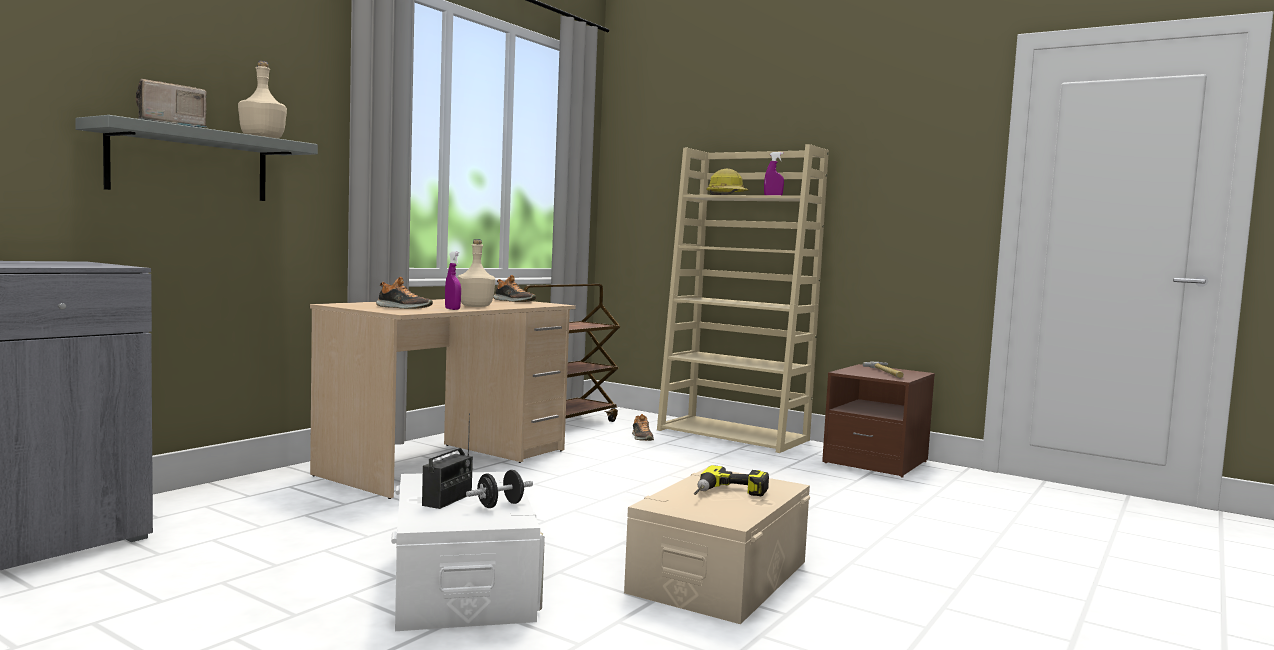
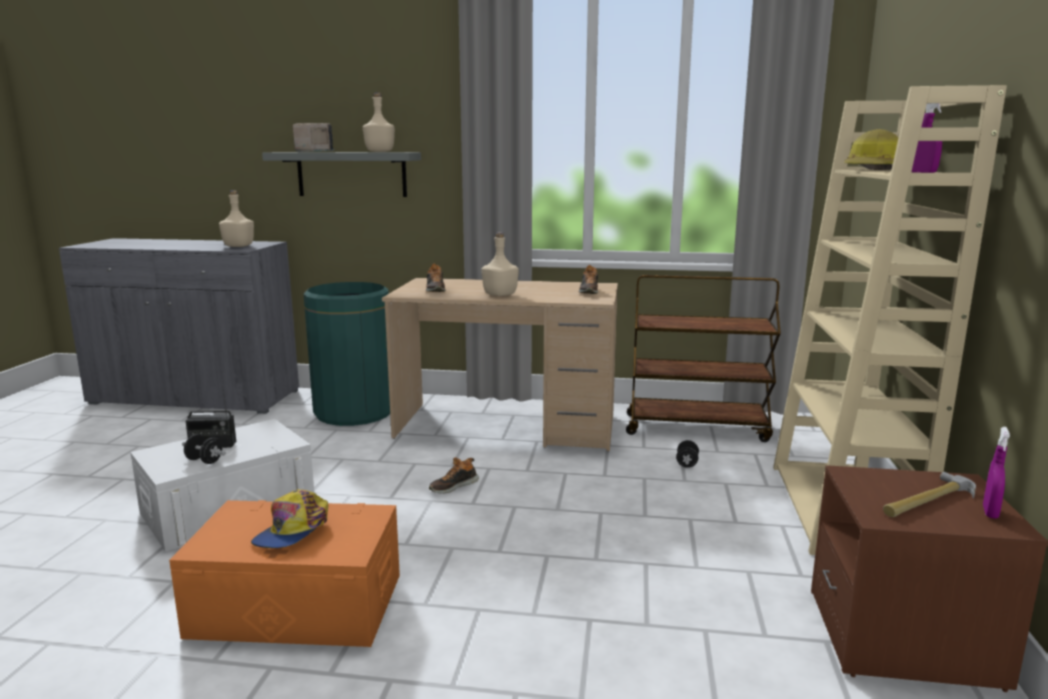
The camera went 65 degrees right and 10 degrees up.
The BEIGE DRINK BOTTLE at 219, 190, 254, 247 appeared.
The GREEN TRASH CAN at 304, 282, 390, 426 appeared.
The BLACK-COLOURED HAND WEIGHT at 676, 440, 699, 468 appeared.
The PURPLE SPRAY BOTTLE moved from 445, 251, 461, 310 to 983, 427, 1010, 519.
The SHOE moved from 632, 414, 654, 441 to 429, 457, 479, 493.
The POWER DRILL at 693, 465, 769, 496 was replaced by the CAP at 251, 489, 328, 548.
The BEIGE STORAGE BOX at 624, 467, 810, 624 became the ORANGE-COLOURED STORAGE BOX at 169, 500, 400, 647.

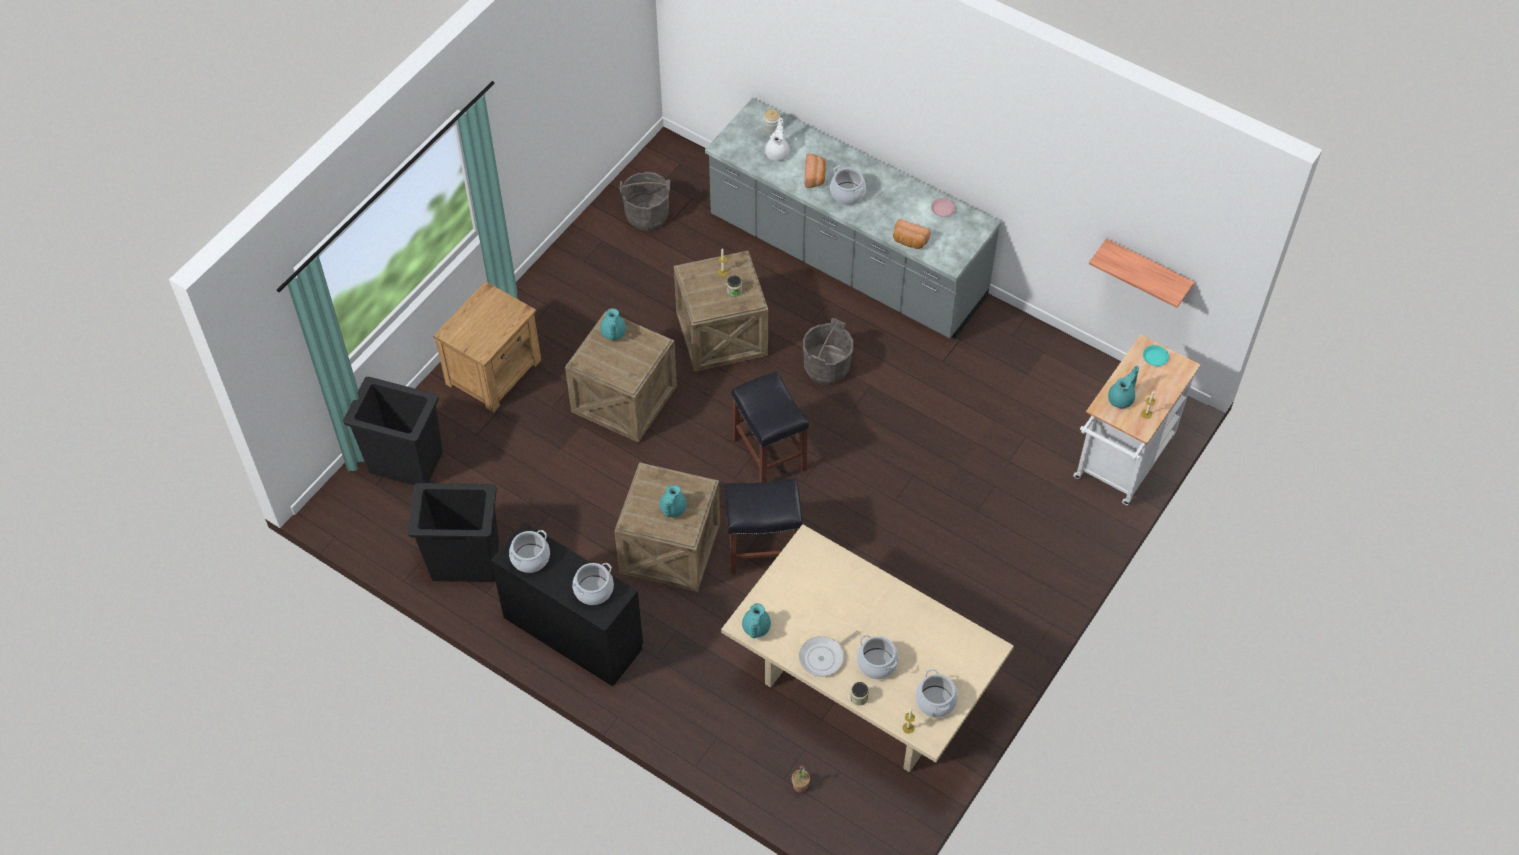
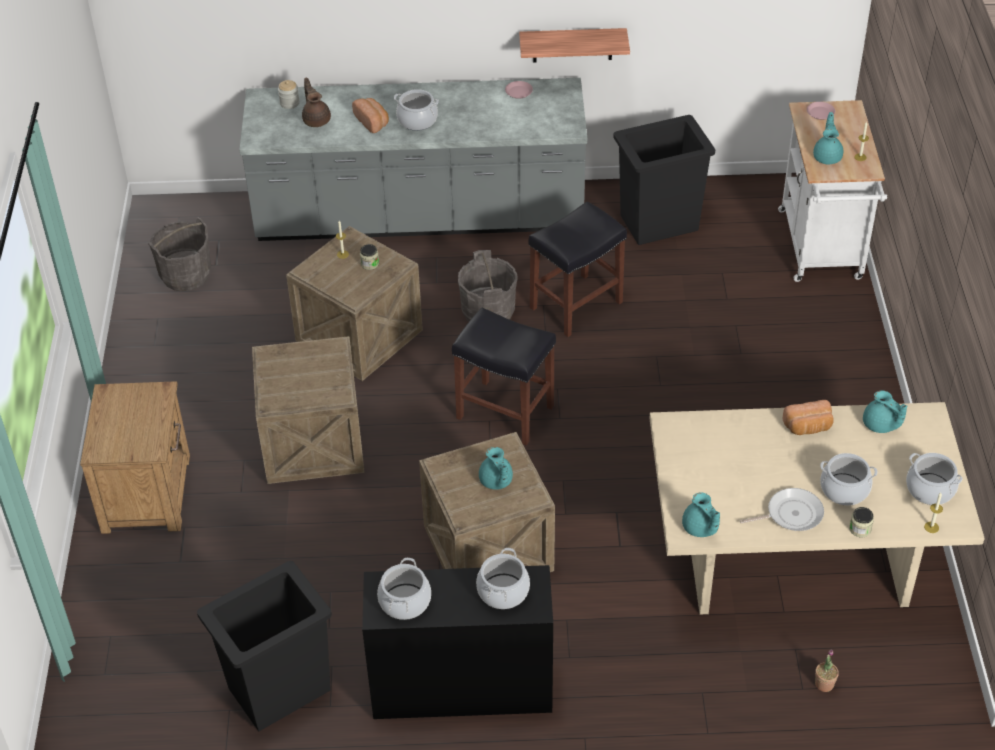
The camera went 35 degrees left and 10 degrees down.
The BLACK-COLOURED TRASH CAN moved from 343, 377, 443, 485 to 613, 115, 715, 245.
The BLUE-GREEN TEAPOT moved from 600, 308, 626, 340 to 863, 391, 907, 433.
The BLACK-COLOURED STOOL SEAT moved from 725, 478, 802, 574 to 529, 201, 627, 337.
The BAKERY BREAD moved from 893, 219, 931, 249 to 782, 400, 834, 435.
The BRACKET SHELF moved from 1089, 239, 1194, 308 to 519, 28, 630, 63.
The WHITISH TEAPOT at 765, 118, 790, 161 became the BROWN TEAPOT at 302, 78, 331, 127.
The BLUE-GREEN FLAT DISH at 1143, 345, 1169, 366 became the PINK-COLOURED FLAT DISH at 807, 102, 835, 120.
The FRYING PAN at 799, 630, 859, 677 turned 120 degrees counterclockwise.

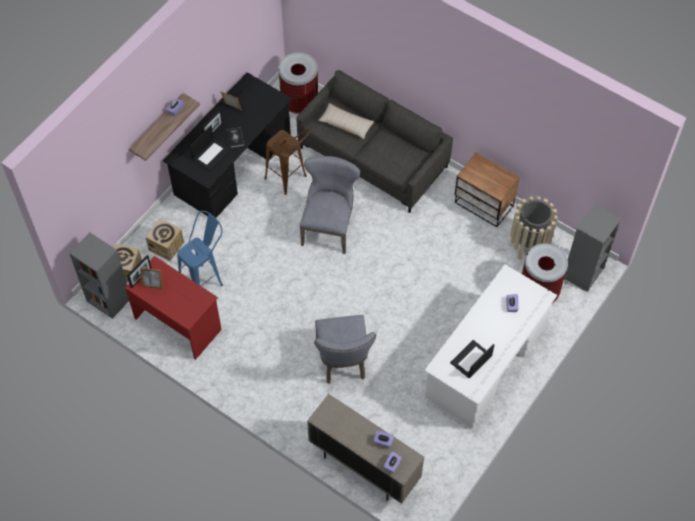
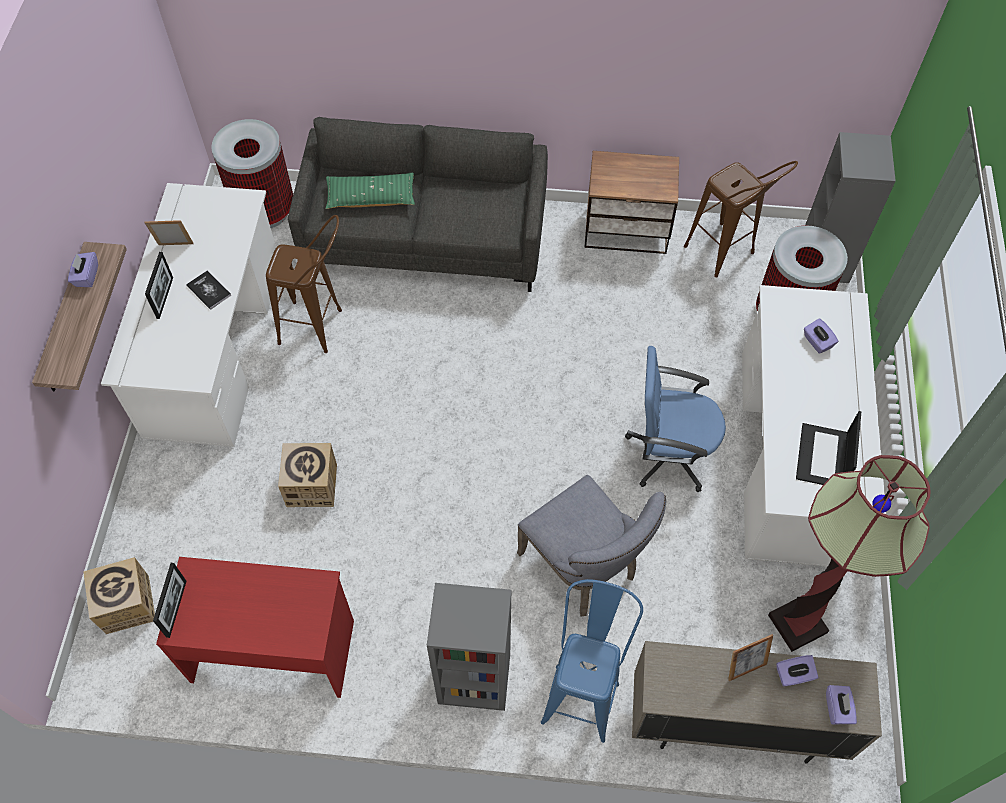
The camera went 30 degrees left and 0 degrees up.
The NOTEBOOK COMPUTER at 190, 125, 230, 171 disappeared.
The GREYISH CHAIR at 300, 156, 361, 254 disappeared.
The BLUE-COLOURED COMPUTER CHAIR at 625, 346, 726, 492 appeared.
The STANDING LAMP at 768, 455, 931, 652 appeared.
The GREYISH SHELVING UNIT moved from 69, 232, 129, 319 to 427, 583, 511, 711.
The PHOTO FRAME moved from 140, 268, 163, 289 to 728, 634, 773, 681.
The CARDBOARD BOX moved from 145, 218, 184, 261 to 278, 443, 337, 507.
The BLUE-COLOURED STOOL SEAT moved from 177, 211, 223, 286 to 541, 579, 643, 743.
The BEIGE TRASH CAN at 510, 196, 557, 260 was replaced by the BROWN STOOL SEAT at 684, 161, 798, 277.
The BLACK-COLOURED DESK UNIT at 163, 72, 292, 218 became the WHITISH DESK UNIT at 101, 183, 276, 447.
The BEIGE CUSHION at 318, 103, 374, 139 became the GREEN CUSHION at 325, 173, 415, 209.

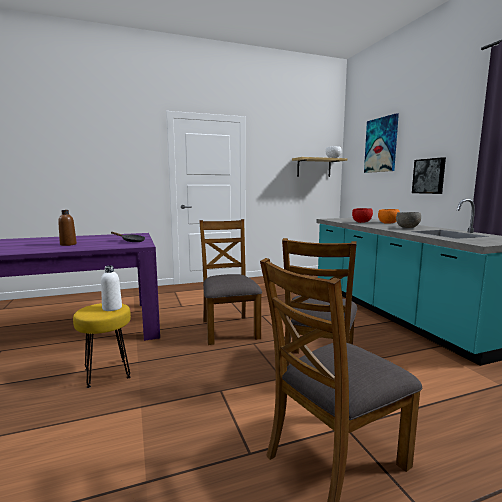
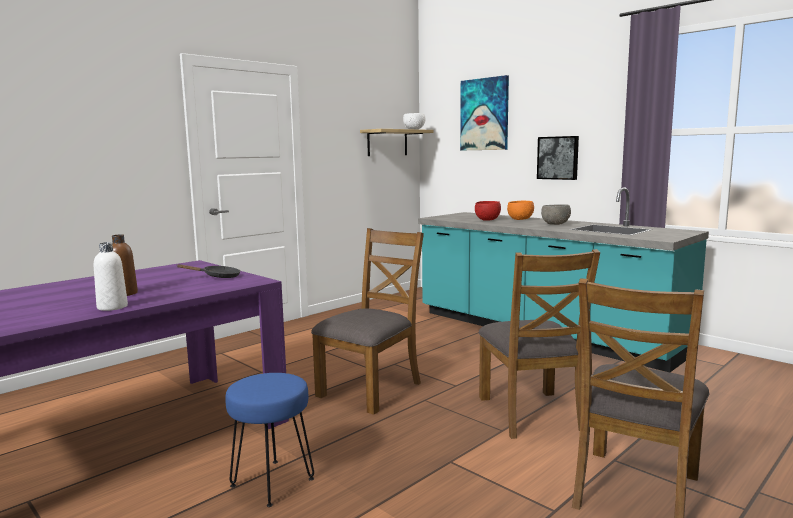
The camera went 25 degrees left and 0 degrees up.
The WHITISH DRINK BOTTLE moved from 101, 266, 122, 311 to 94, 242, 128, 311.
The YELLOW-COLOURED STOOL SEAT at 73, 303, 131, 388 became the BLUE-COLOURED STOOL SEAT at 225, 373, 314, 507.
The BROWN CHAIR at 199, 219, 262, 345 turned 75 degrees clockwise.

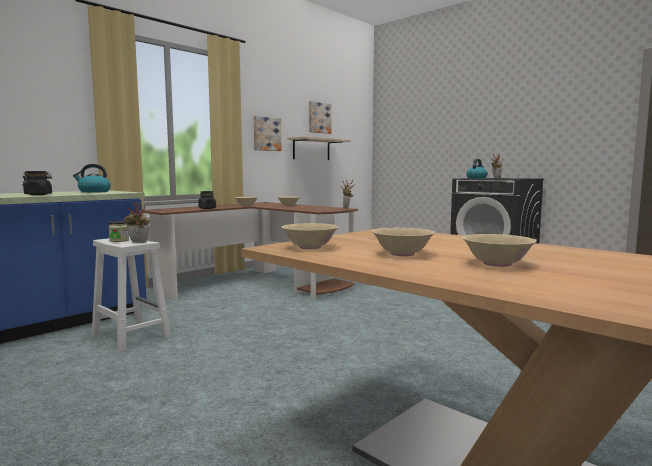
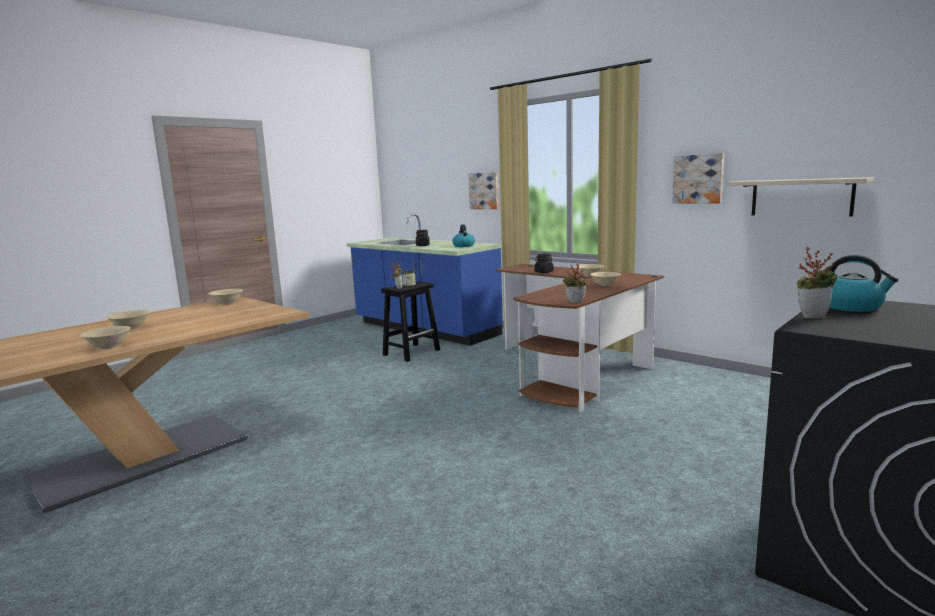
The camera went 90 degrees right and 5 degrees up.
The WALL PICTURE moved from 309, 101, 332, 134 to 469, 172, 499, 209.
The BEIGE SERVING BOWL moved from 372, 228, 435, 256 to 80, 326, 131, 349.
The WHITISH STOOL SEAT at 92, 236, 171, 352 became the BLACK-COLOURED STOOL SEAT at 381, 281, 440, 362.

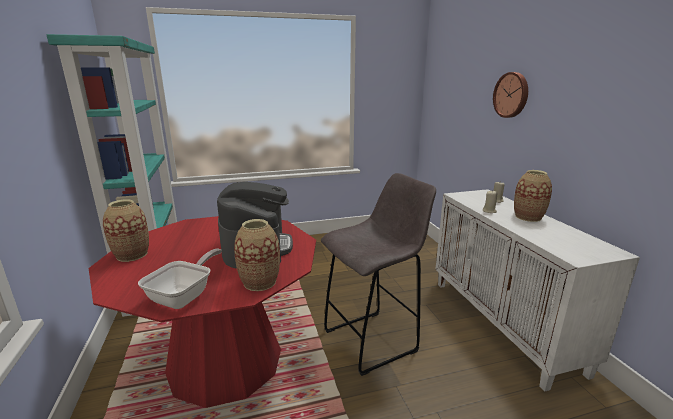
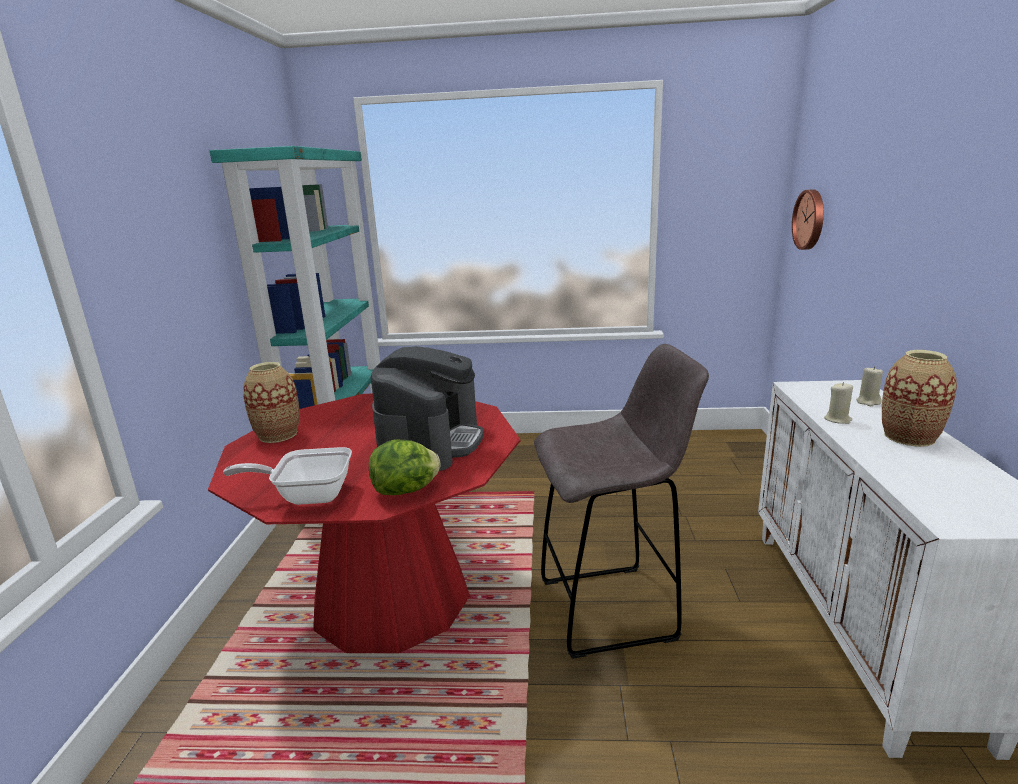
The camera went 20 degrees right and 0 degrees up.
The CLOCK ON THE WALL moved from 493, 72, 528, 118 to 792, 189, 824, 250.
The FLOWER VASE at 234, 219, 280, 291 was replaced by the LETTUCE HEAD at 369, 440, 441, 495.
The FRYING PAN at 138, 249, 222, 309 turned 135 degrees counterclockwise.

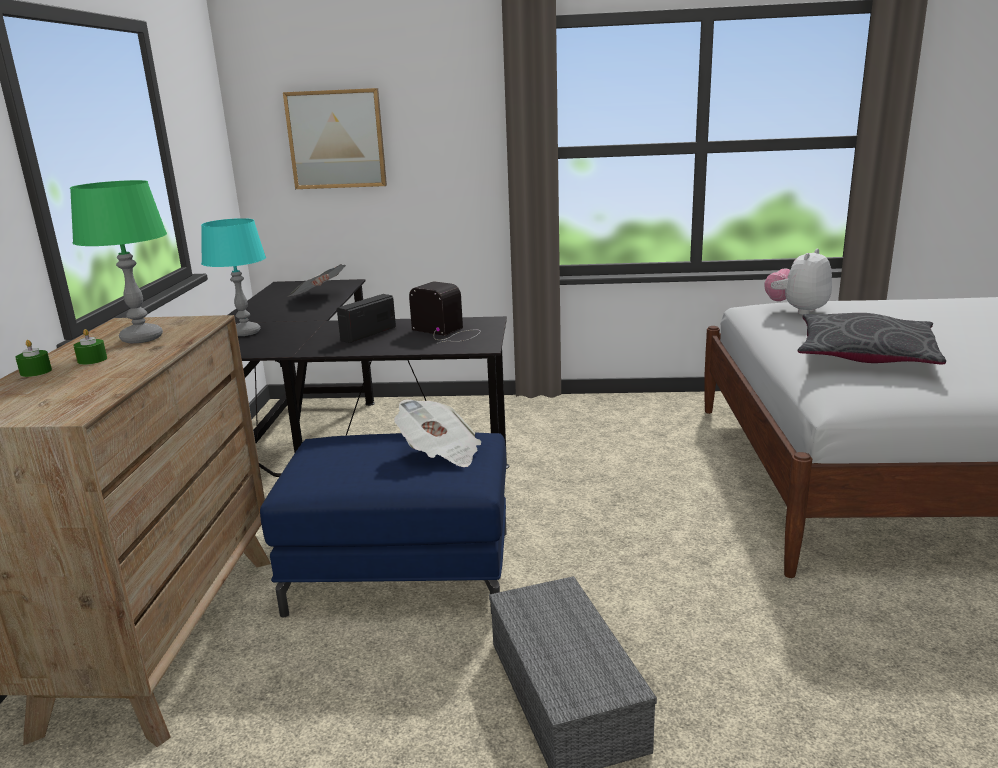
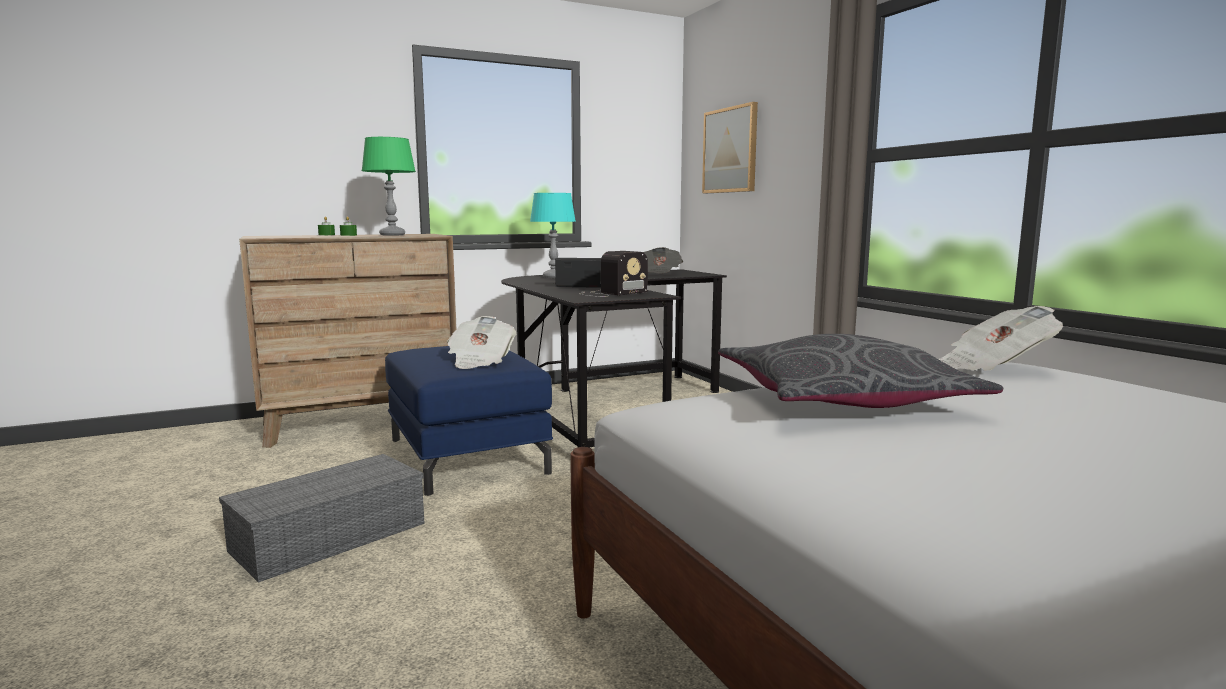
The camera went 60 degrees right and 10 degrees down.
The CUDDLY TOY at 764, 249, 832, 315 was replaced by the DAILY PAPER at 939, 306, 1063, 371.
The RADIO RECEIVER at 409, 281, 481, 344 turned 45 degrees clockwise.

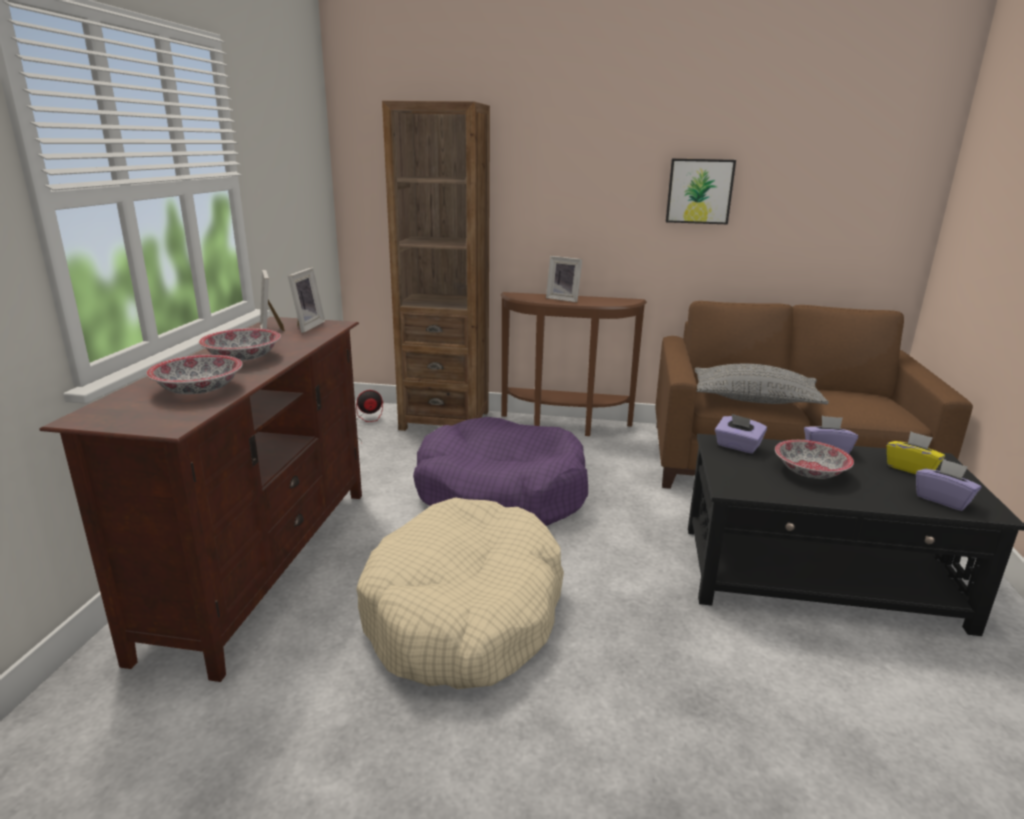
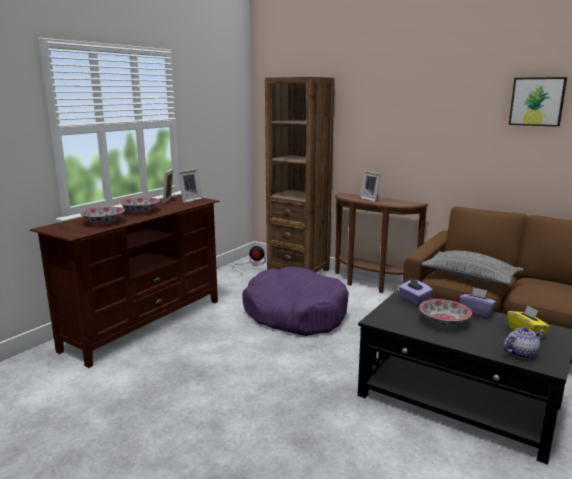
The camera went 25 degrees right and 5 degrees down.
The BEIGE PET BED at 356, 498, 564, 689 disappeared.
The WALL PICTURE moved from 666, 158, 736, 224 to 509, 77, 567, 127.
The PURPLE TISSUE HOLDER at 916, 459, 982, 511 was replaced by the TEAPOT at 503, 327, 544, 359.

